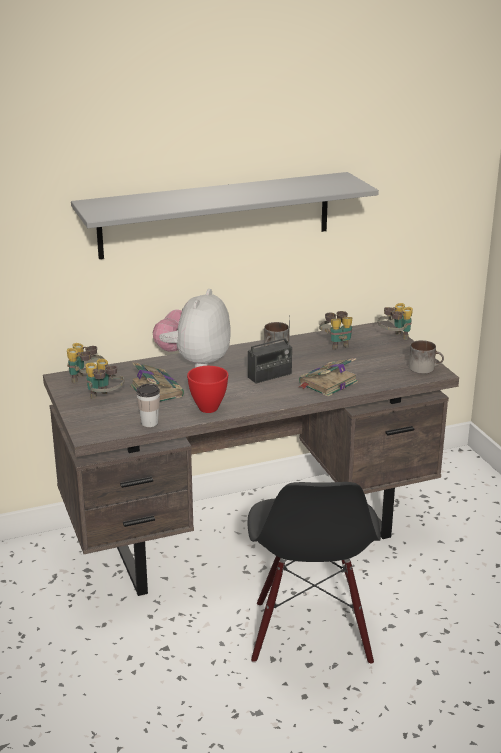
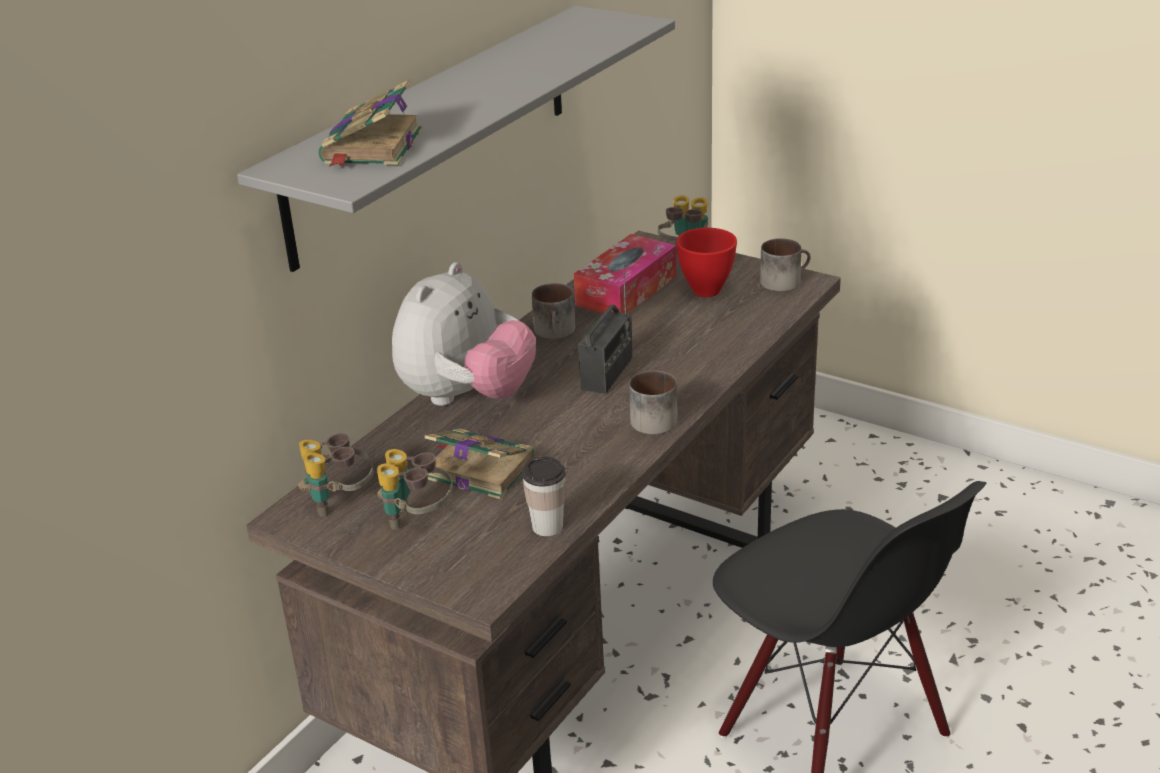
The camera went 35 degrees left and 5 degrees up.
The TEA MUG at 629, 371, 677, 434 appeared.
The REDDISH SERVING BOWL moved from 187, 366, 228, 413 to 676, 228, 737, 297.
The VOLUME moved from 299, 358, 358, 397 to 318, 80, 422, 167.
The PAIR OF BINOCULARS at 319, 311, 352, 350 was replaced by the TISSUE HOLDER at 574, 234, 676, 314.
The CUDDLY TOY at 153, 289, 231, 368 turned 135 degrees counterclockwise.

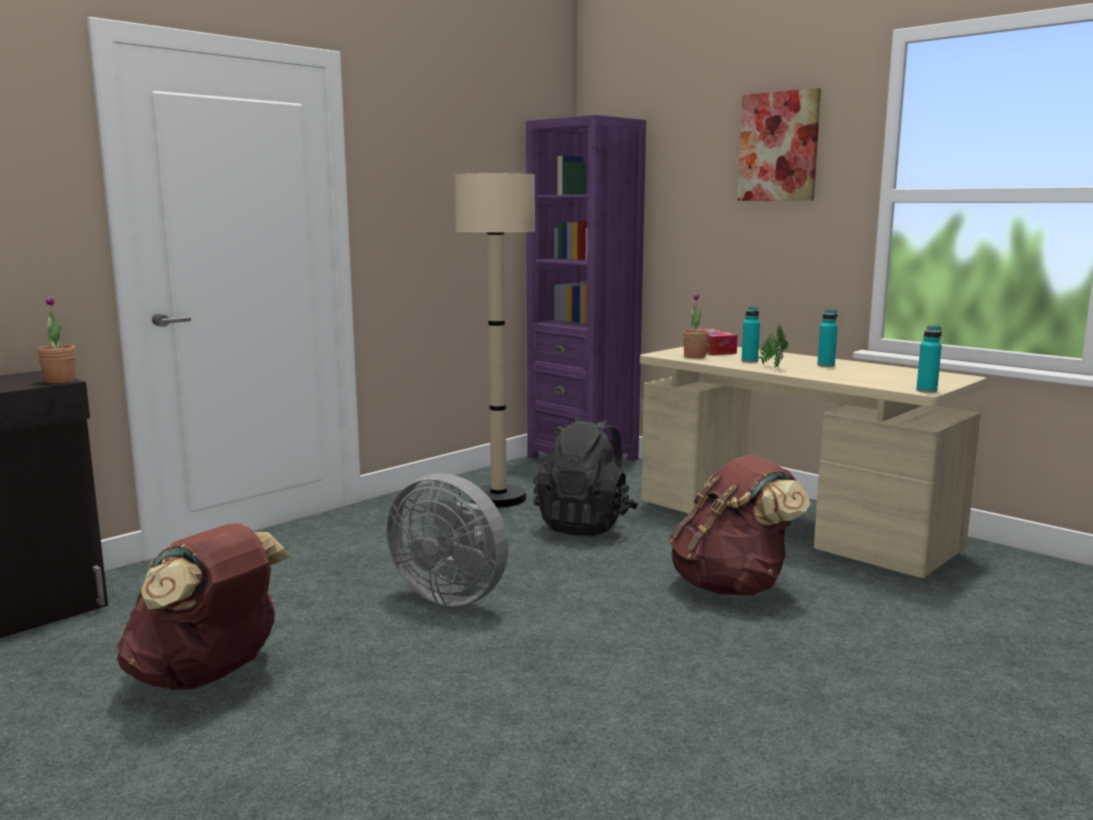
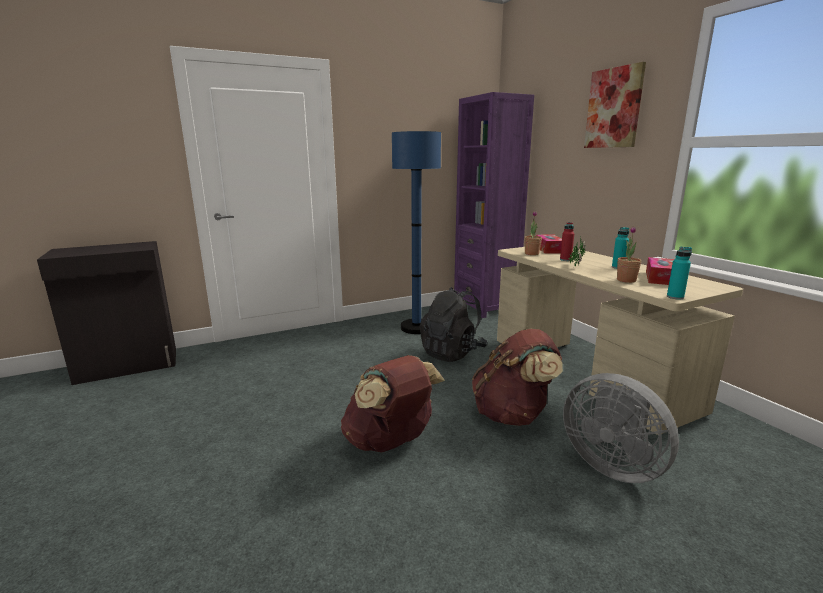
The camera went 20 degrees right and 5 degrees up.
The TISSUE HOLDER at 646, 257, 675, 285 appeared.
The POTTED PLANT moved from 37, 295, 76, 384 to 617, 226, 641, 283.
The BROWN RUCKSACK moved from 117, 523, 291, 690 to 341, 355, 445, 452.
The GREYISH ELECTRIC FAN moved from 387, 473, 509, 606 to 563, 373, 679, 483.
The BEIGE STANDING LAMP at 455, 173, 535, 508 became the BLUE-COLOURED STANDING LAMP at 392, 131, 441, 334.
The BLUE-GREEN DRINK BOTTLE at 741, 306, 760, 362 became the REDDISH DRINK BOTTLE at 560, 222, 574, 261.

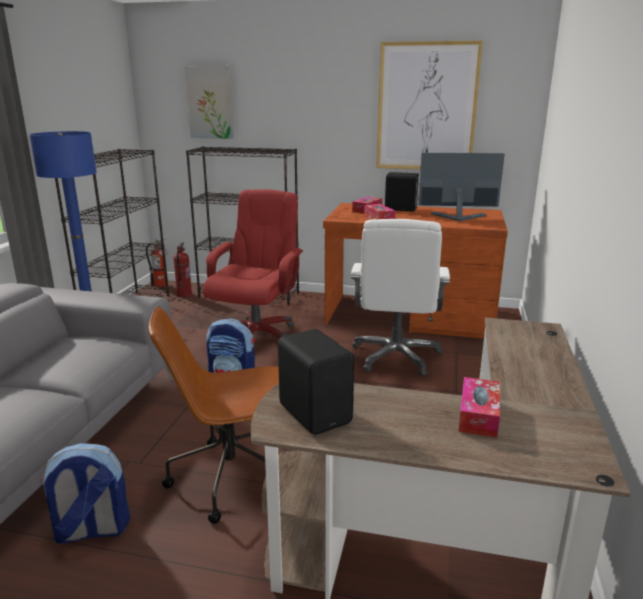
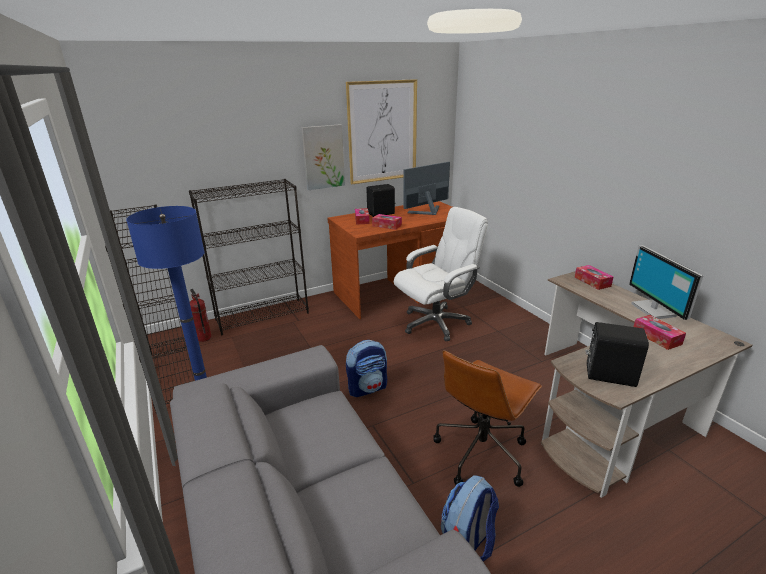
The camera went 40 degrees left and 5 degrees up.
The FIRE-FIGHTING CYLINDER at 146, 238, 168, 288 disappeared.
The REDDISH COMPUTER CHAIR at 203, 189, 303, 338 disappeared.
The TISSUE HOLDER at 575, 265, 613, 290 appeared.
The MONITOR at 629, 245, 703, 320 appeared.
The WALL PICTURE moved from 185, 66, 234, 139 to 302, 124, 345, 190.
The WHITISH COMPUTER CHAIR at 351, 219, 450, 376 turned 90 degrees counterclockwise.

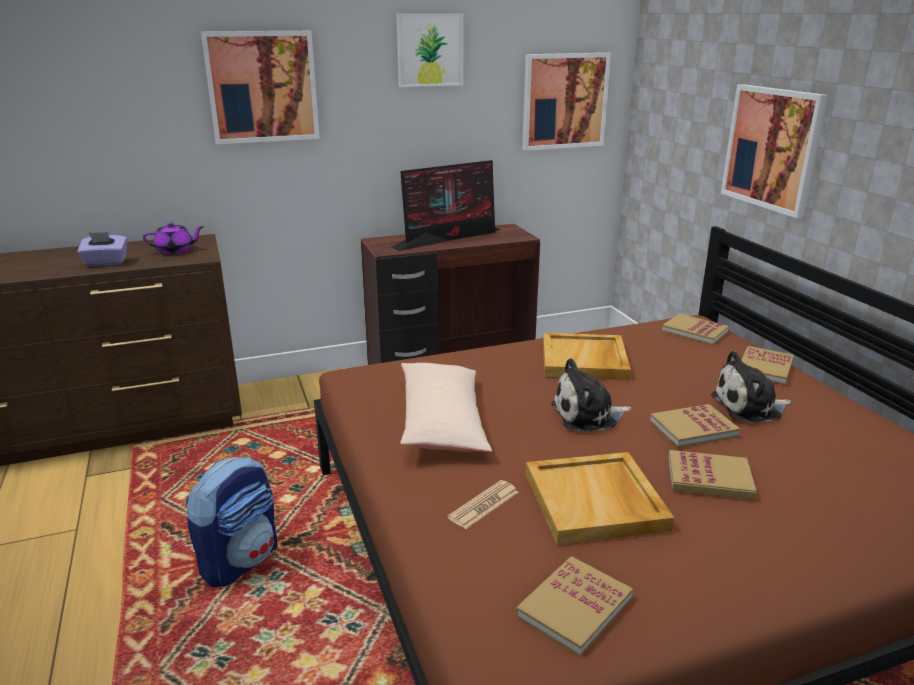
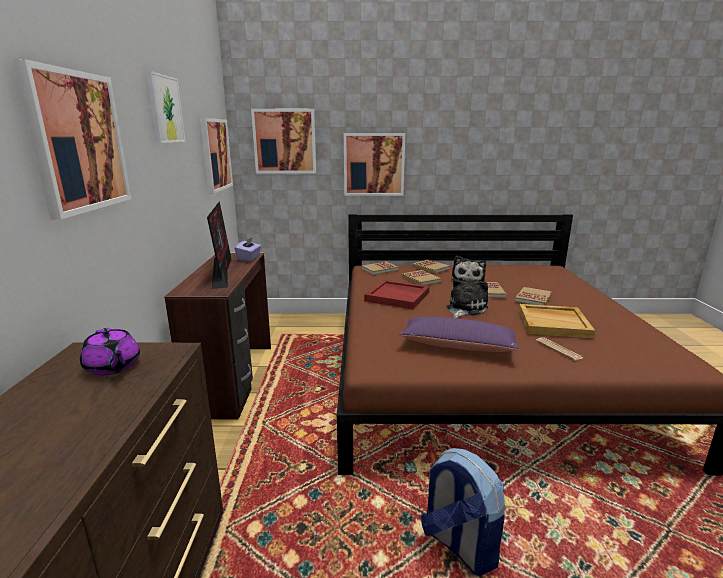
The camera went 70 degrees left and 5 degrees down.
The WALL PICTURE at 251, 109, 316, 173 appeared.
The PURPLE TISSUE HOLDER moved from 77, 232, 127, 266 to 235, 237, 261, 261.
The VOLUME moved from 515, 557, 633, 657 to 402, 270, 441, 286.
The BEIGE CUSHION at 400, 363, 492, 452 became the PURPLE CUSHION at 398, 317, 520, 352.
The BEIGE CARRYING TRAY at 543, 332, 631, 380 became the REDDISH CARRYING TRAY at 364, 280, 430, 309.
The PURPLE TEAPOT at 142, 222, 204, 254 turned 135 degrees clockwise.
The CUDDLY TOY at 551, 358, 631, 432 turned 150 degrees counterclockwise.

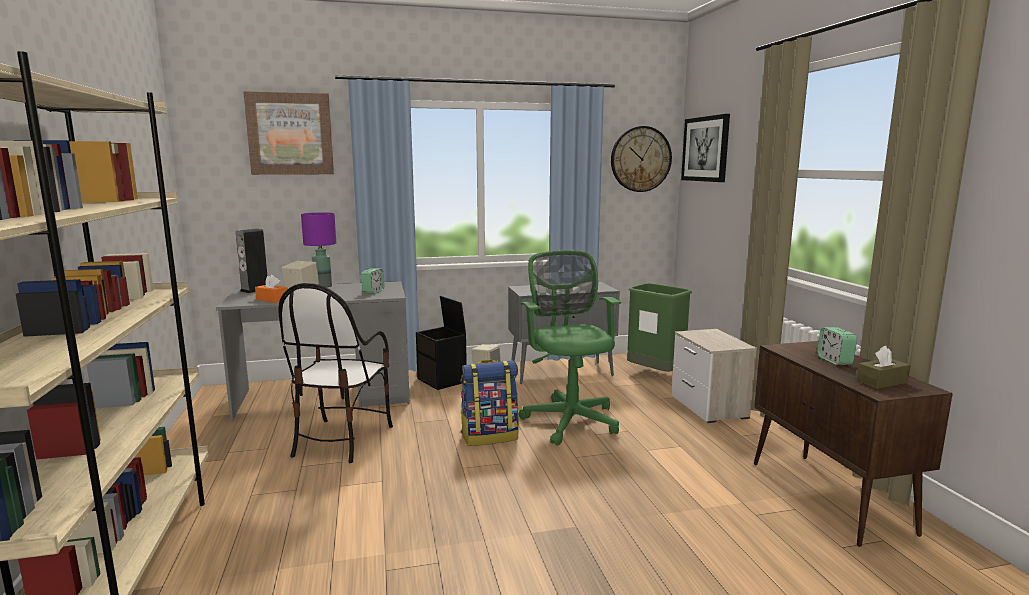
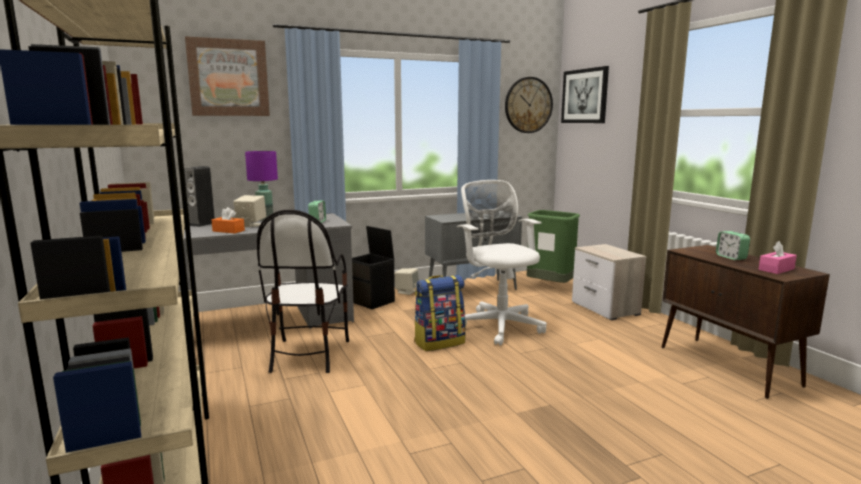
The camera went 10 degrees left and 0 degrees up.
The GREEN COMPUTER CHAIR at 519, 250, 621, 446 became the WHITISH COMPUTER CHAIR at 457, 180, 547, 346.
The BROWN TISSUE HOLDER at 856, 346, 910, 389 became the PINK-COLOURED TISSUE HOLDER at 758, 241, 797, 274.

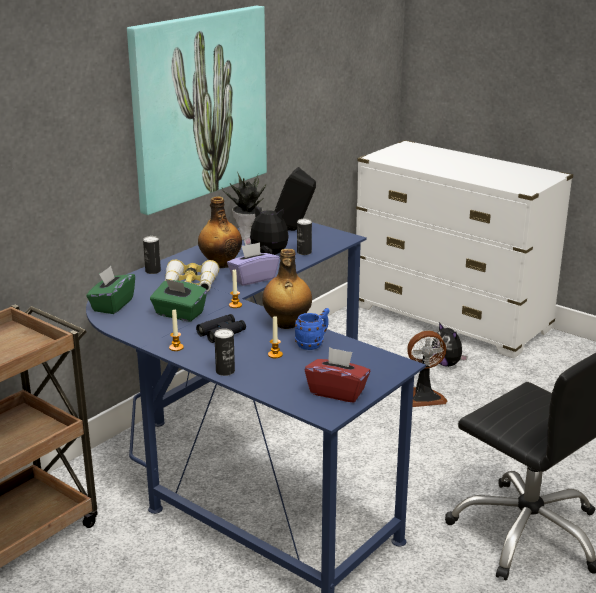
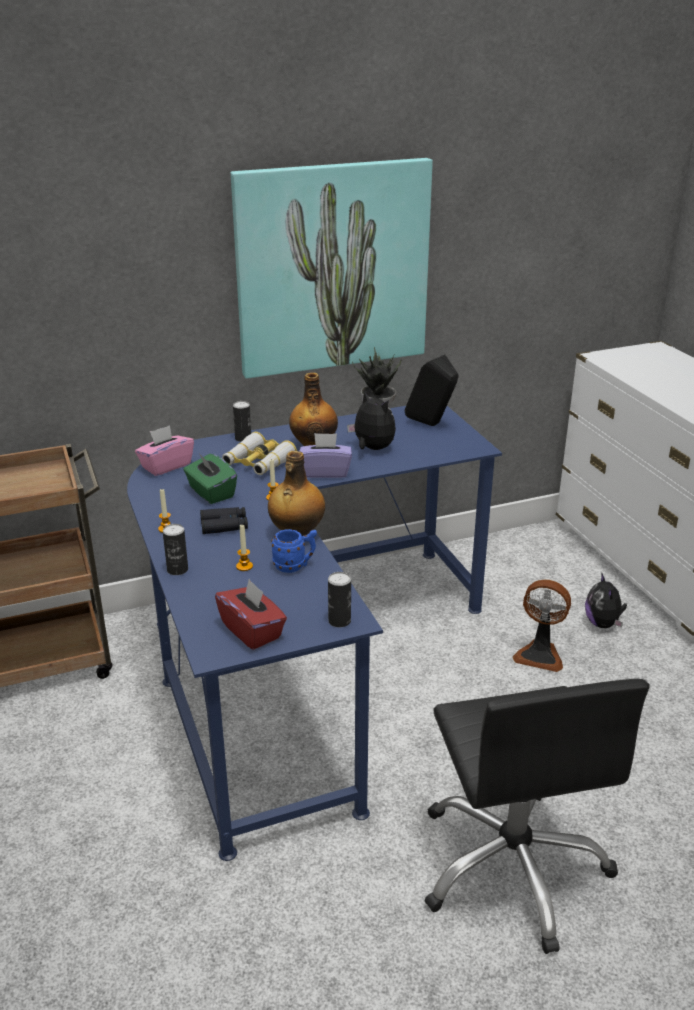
The camera went 30 degrees right and 5 degrees up.
The SEALED CAN moved from 297, 219, 312, 255 to 328, 572, 351, 627.
The GREEN TISSUE HOLDER at 86, 266, 135, 314 became the PINK-COLOURED TISSUE HOLDER at 135, 425, 194, 476.

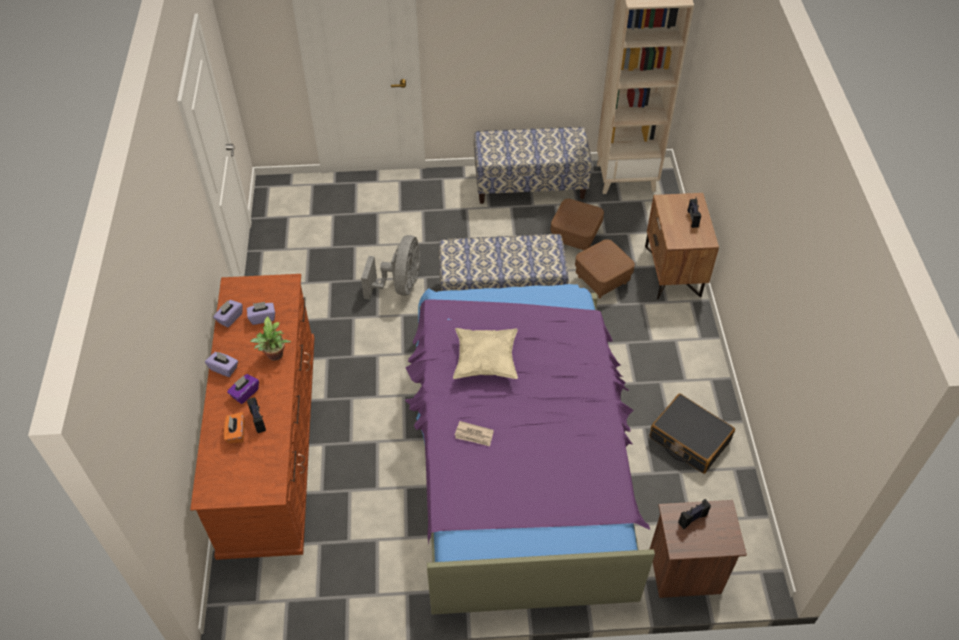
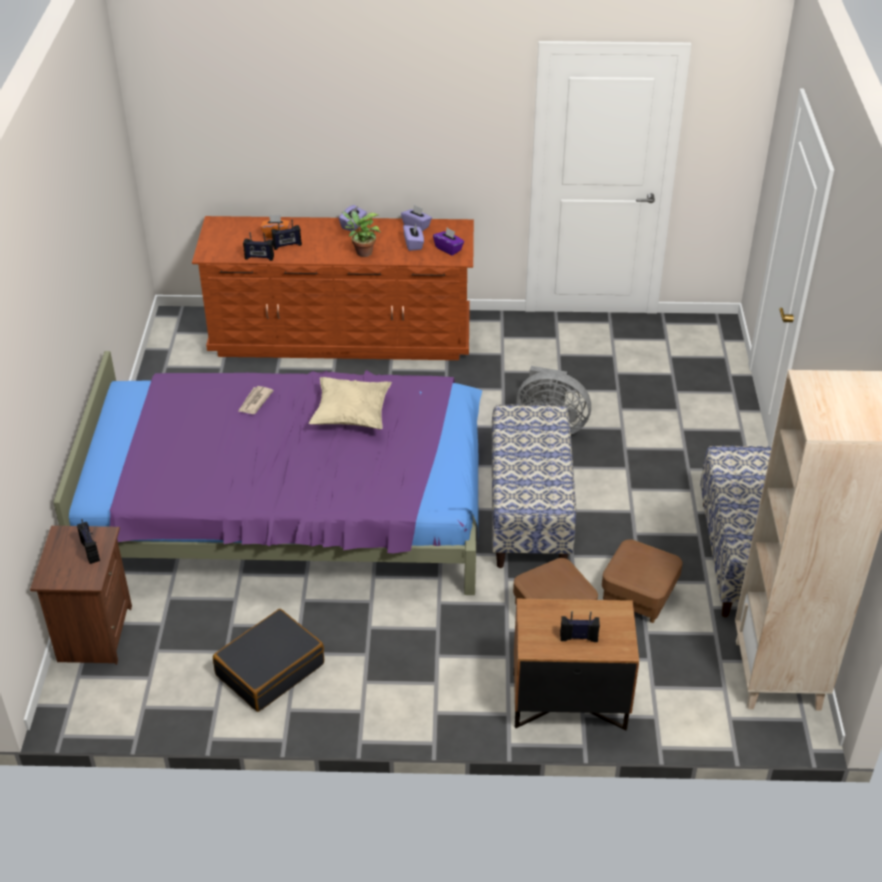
The camera went 95 degrees right and 10 degrees down.
The RADIO RECEIVER at 243, 232, 274, 261 appeared.
The PURPLE TISSUE HOLDER moved from 227, 374, 259, 404 to 433, 228, 464, 256.

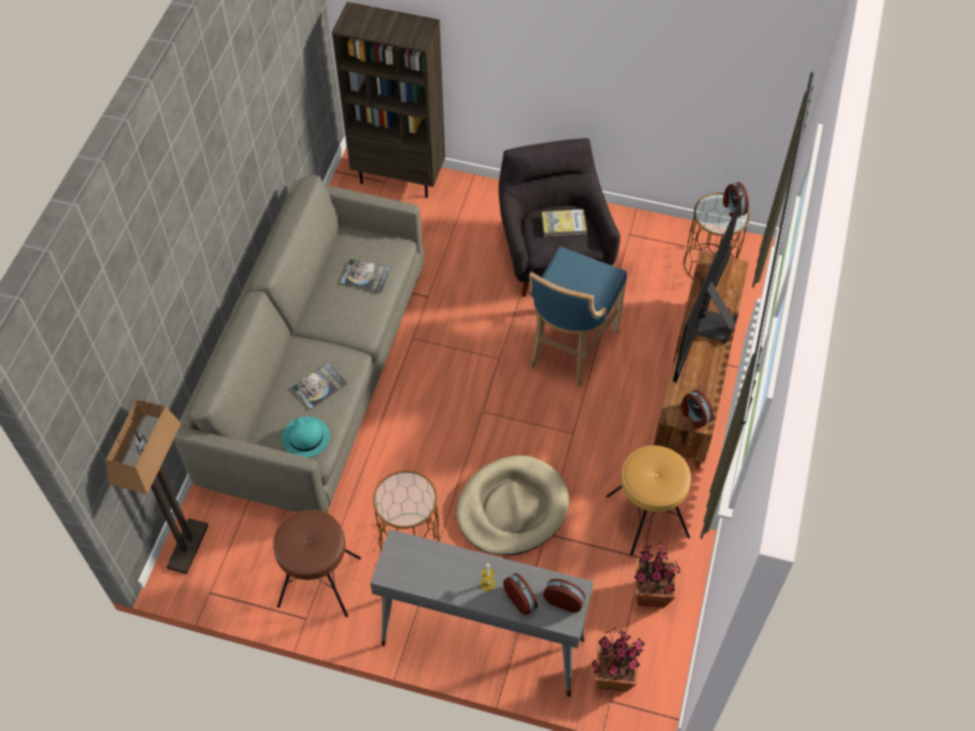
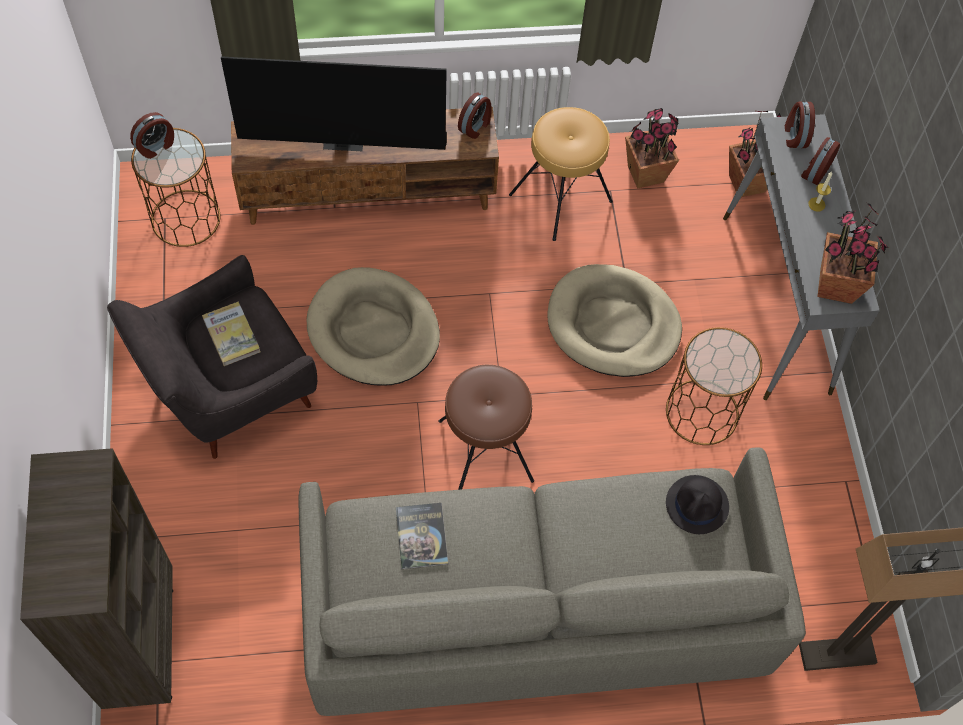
The camera went 115 degrees left and 5 degrees up.
The VOLUME at 291, 362, 348, 410 disappeared.
The POTTED PLANT at 817, 202, 889, 304 appeared.
The BROWN STOOL SEAT moved from 273, 510, 361, 617 to 438, 365, 534, 490.
The BLUE-COLOURED STOOL SEAT at 529, 247, 627, 387 was replaced by the BEIGE PET BED at 306, 267, 440, 386.
The BLUE-GREEN HAT at 282, 416, 330, 458 became the BLACK-COLOURED HAT at 666, 475, 729, 534.

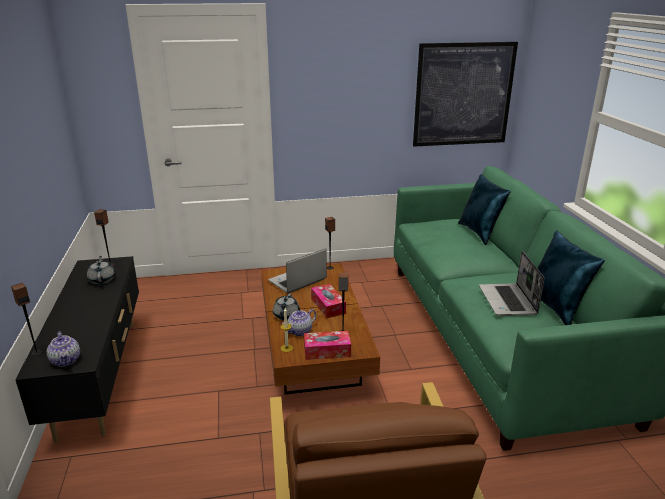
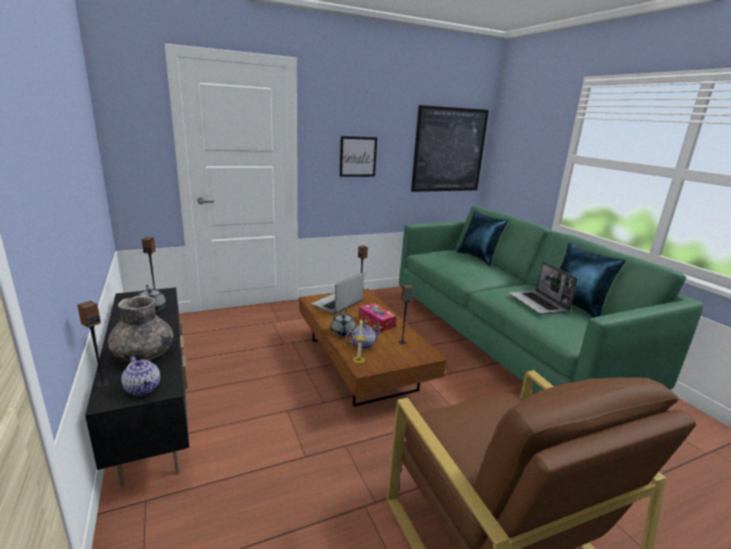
The camera went 15 degrees left and 5 degrees down.
The TISSUE HOLDER at 304, 331, 351, 360 disappeared.
The GREYISH FLOWER VASE at 108, 295, 173, 362 appeared.
The WALL PICTURE at 339, 136, 377, 177 appeared.
The TEAPOT at 282, 309, 316, 336 turned 150 degrees counterclockwise.

